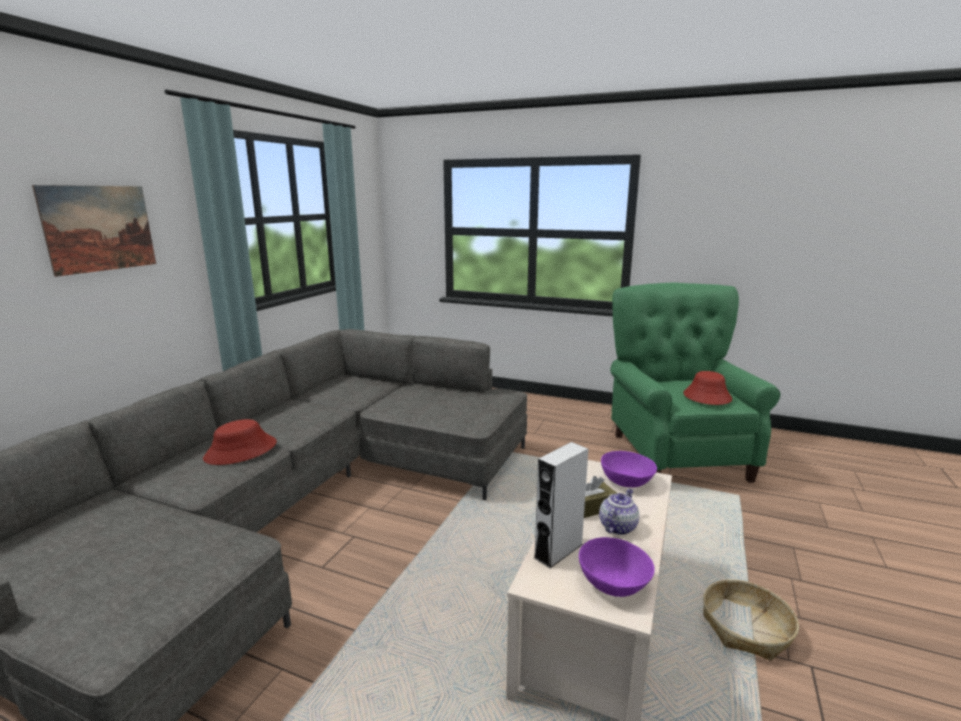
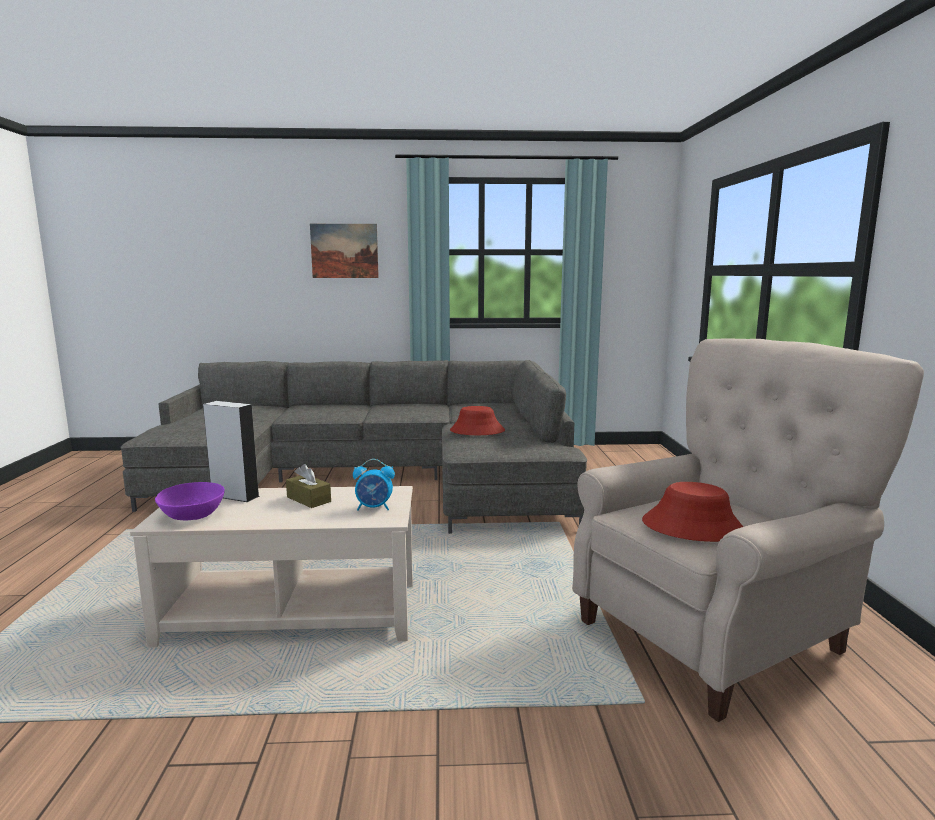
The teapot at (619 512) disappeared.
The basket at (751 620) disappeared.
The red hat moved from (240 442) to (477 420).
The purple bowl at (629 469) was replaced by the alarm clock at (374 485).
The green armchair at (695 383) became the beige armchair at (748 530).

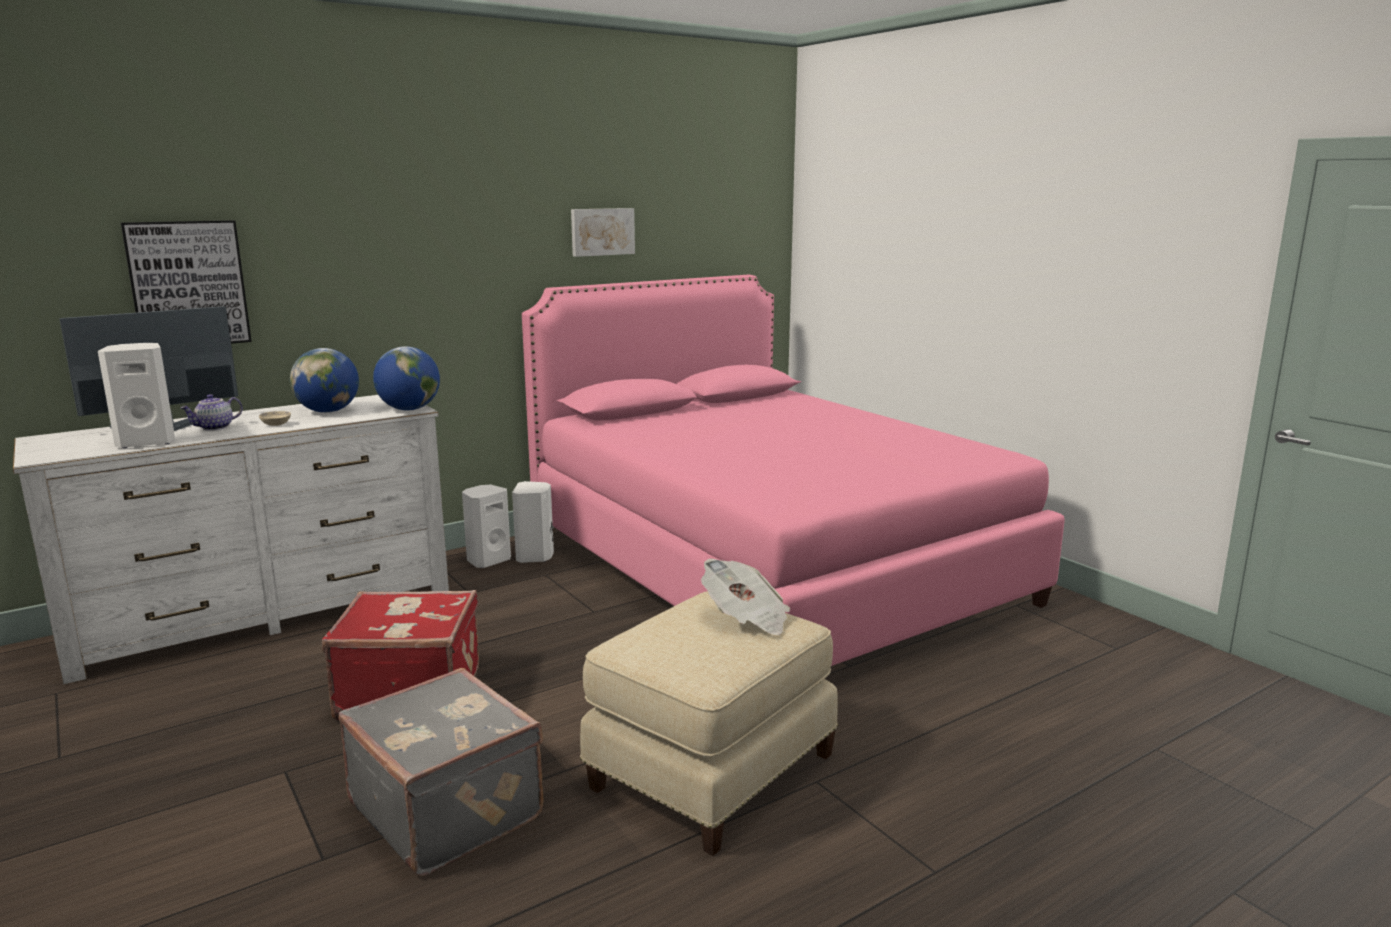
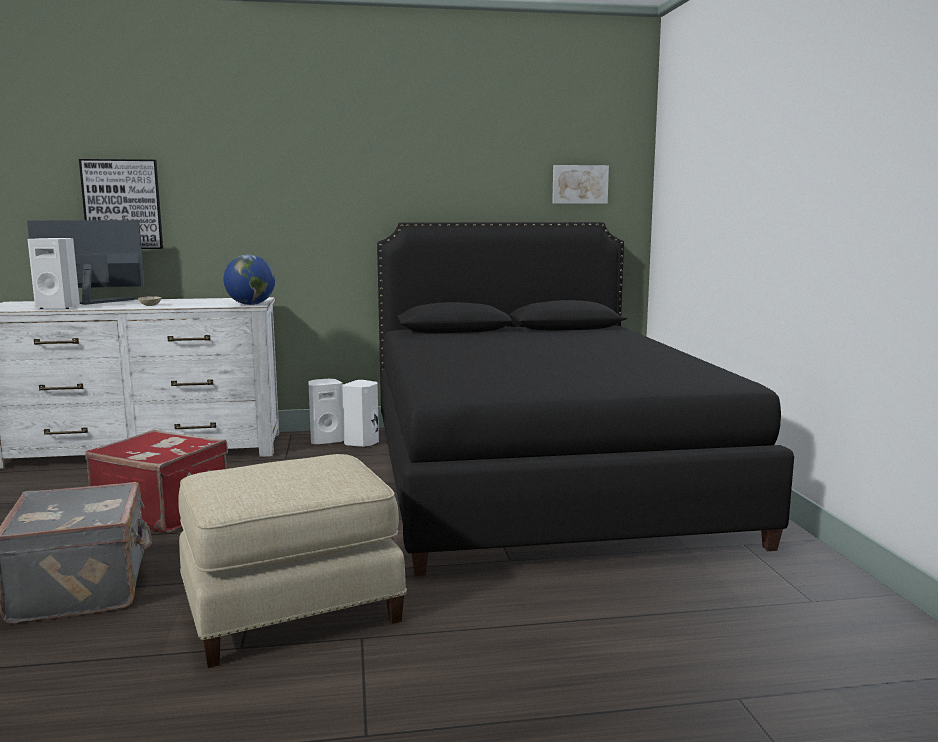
The teapot at (212 412) disappeared.
The globe at (324 380) disappeared.
The newspaper at (745 596) disappeared.
The picture moved from (603 232) to (580 184).
The pink bed at (793 470) became the black bed at (585 399).

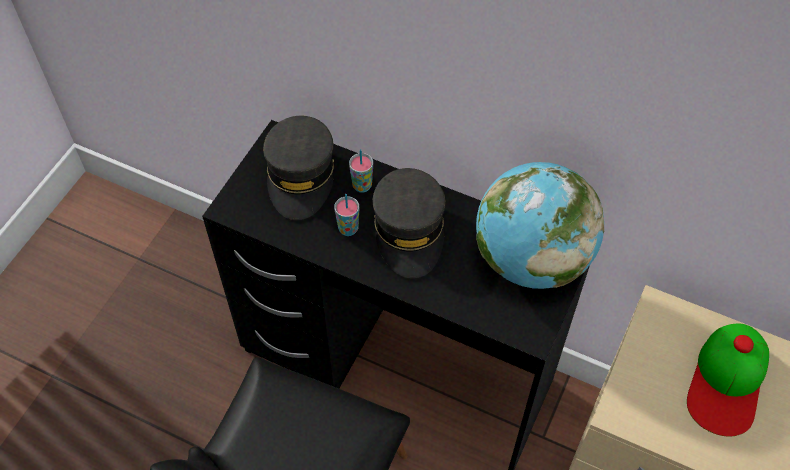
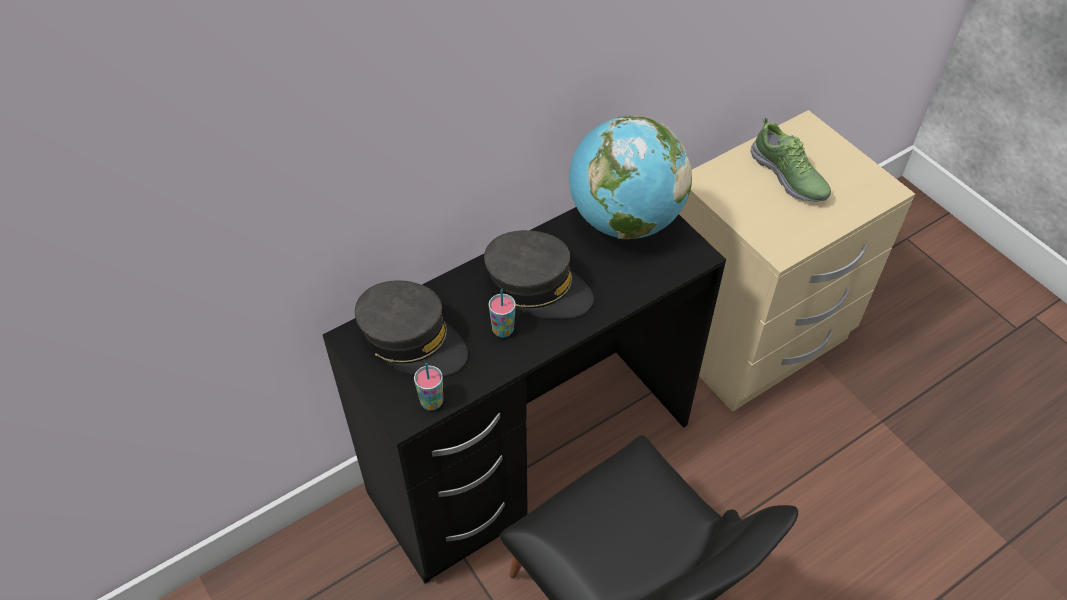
The cup moved from (361 171) to (428 387).
The cap at (728 379) was replaced by the shoe at (791 159).

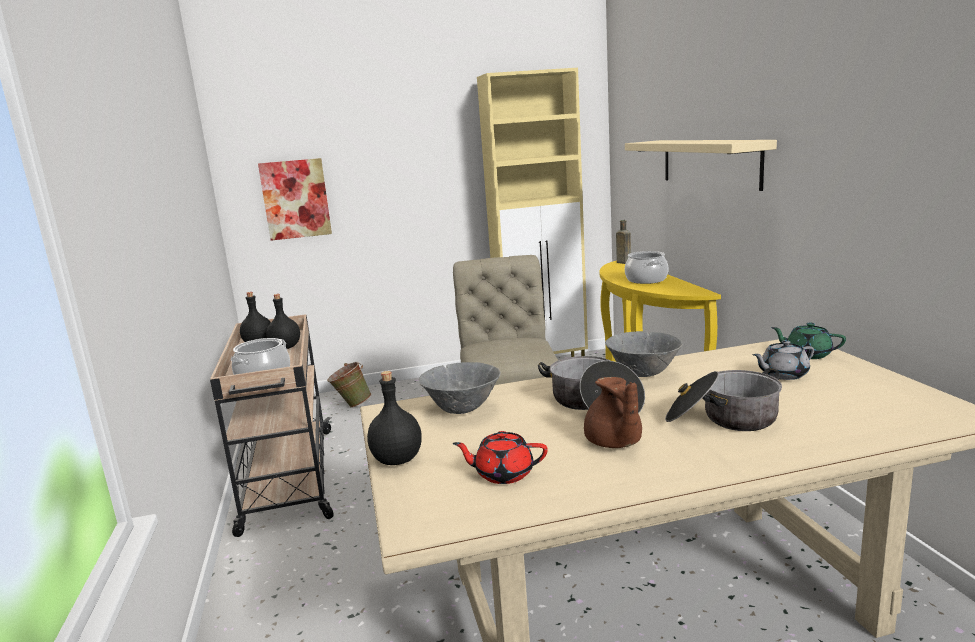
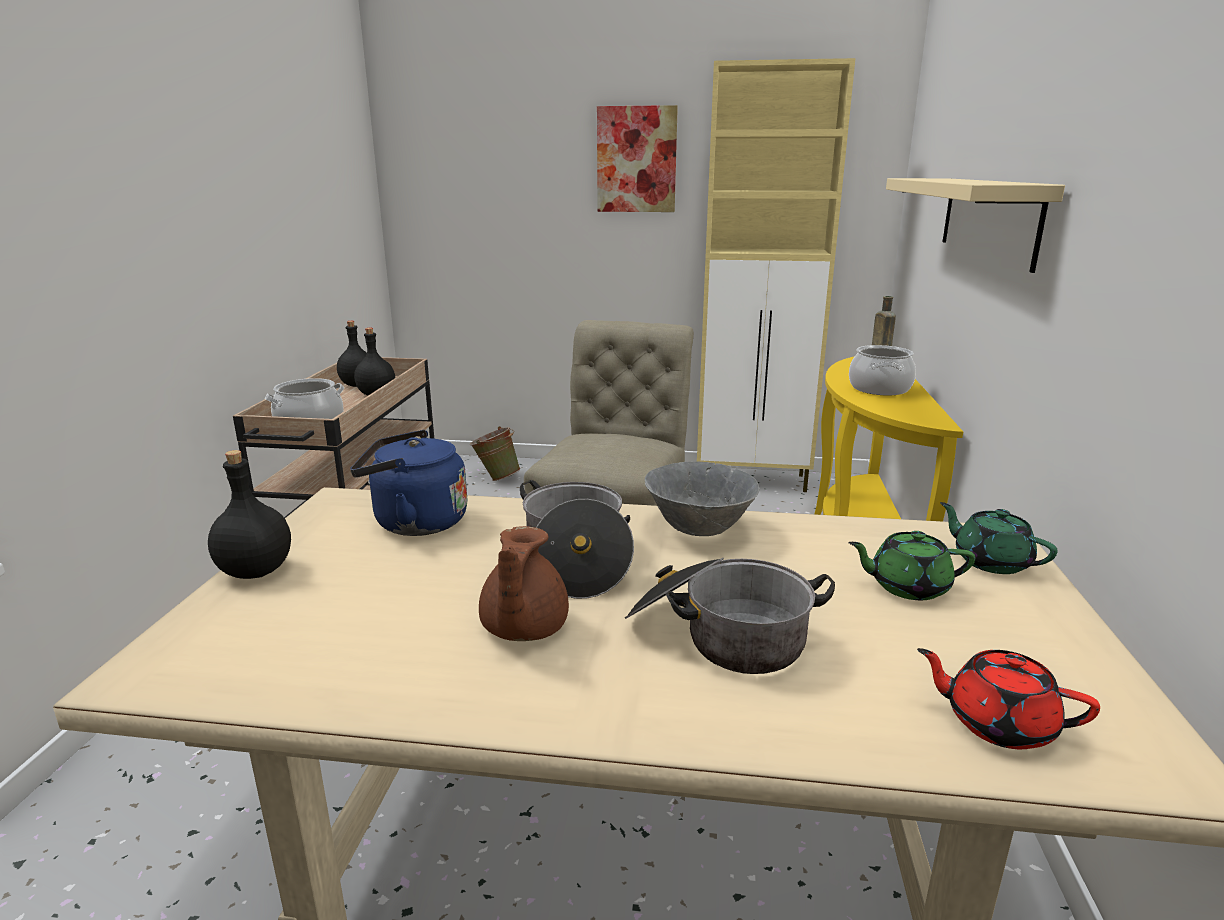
The picture moved from (295 199) to (637 158).
The red teapot moved from (500 457) to (1008 698).
The grey bowl at (460 388) was replaced by the blue kettle at (408 483).
The grey teapot at (783 360) became the green teapot at (911 565).

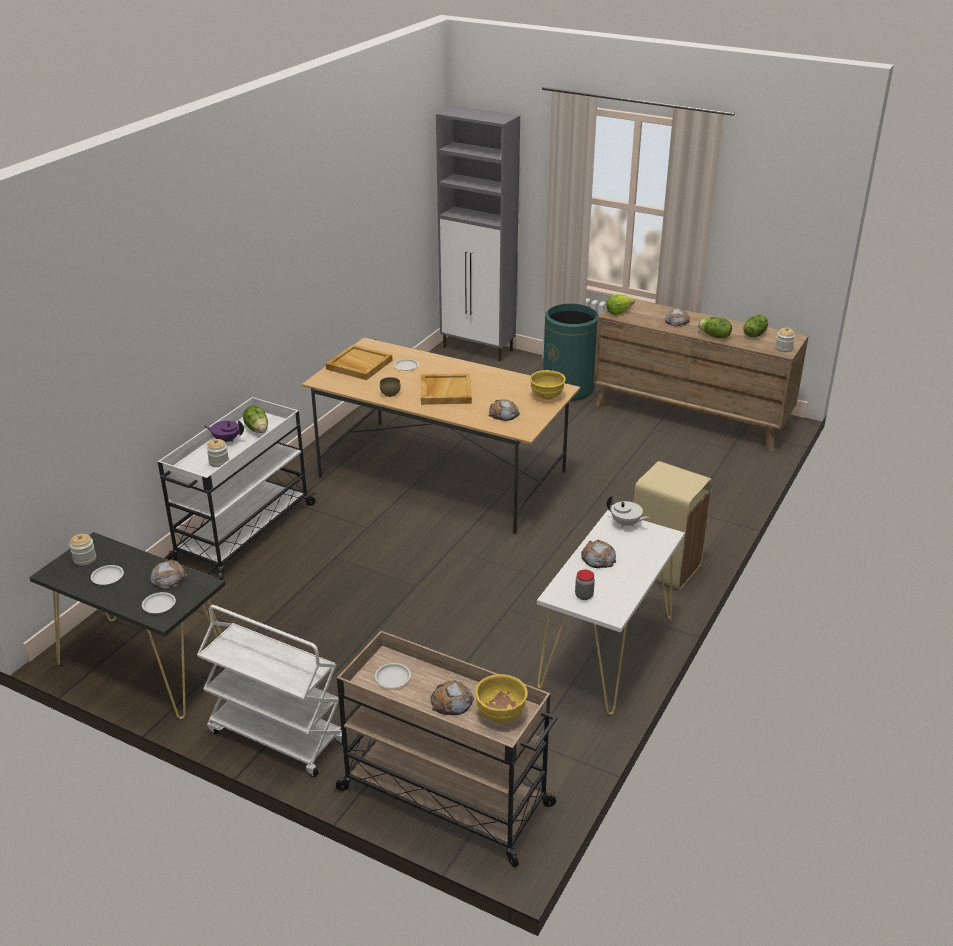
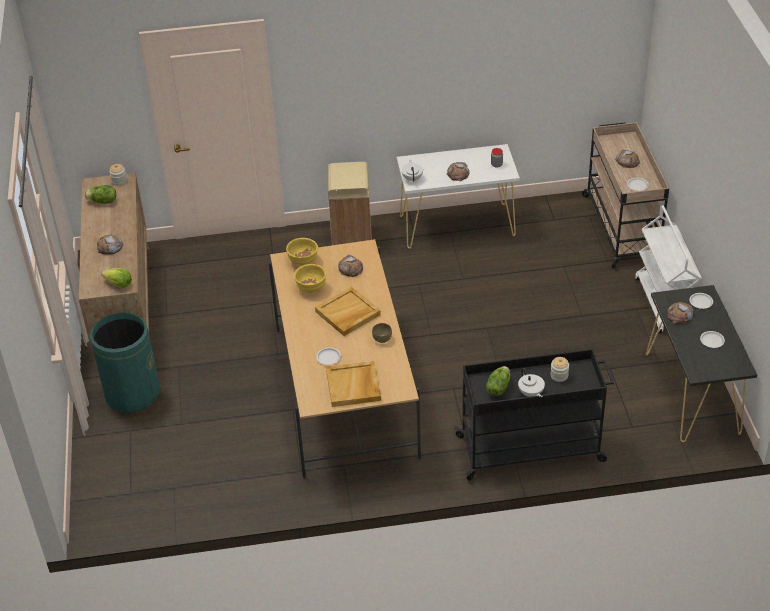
The jar at (82 550) disappeared.
The grey cabinet at (478 233) disappeared.
The lettuce at (715 327) disappeared.
The yellow bowl moved from (501 698) to (310 278).
The white cart at (237 488) became the black cart at (534 415).
The purple teapot at (224 431) became the white teapot at (531 382).

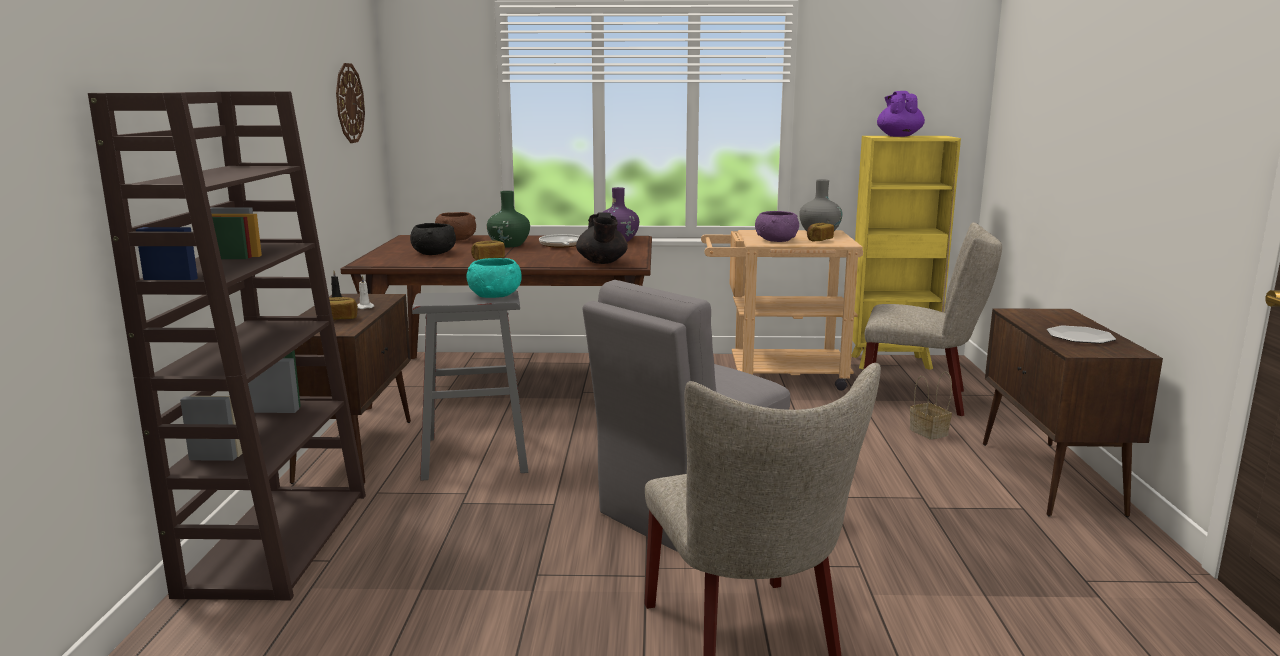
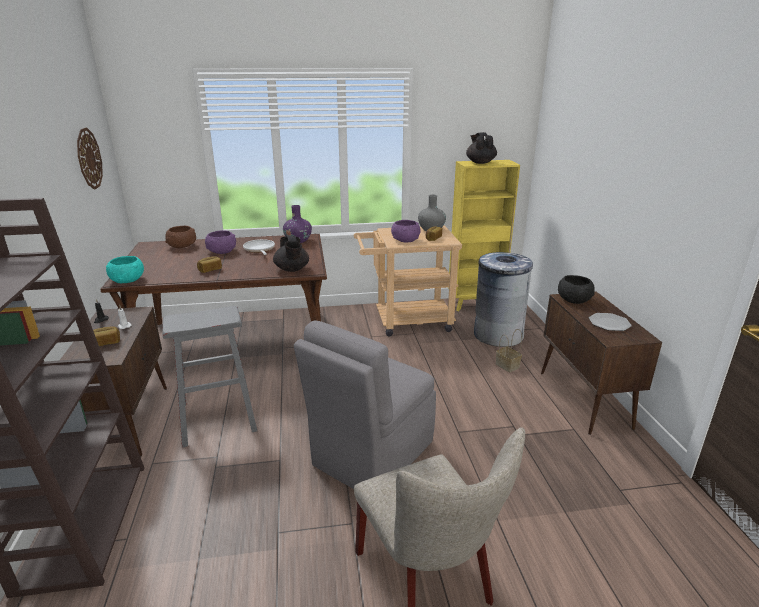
The black bowl moved from (433 239) to (576 289).
The turquoise bowl moved from (494 278) to (125 269).
The green vase at (508 219) was replaced by the purple bowl at (220 242).
The beige chair at (933 319) was replaced by the grey trash can at (503 299).
The purple teapot at (901 114) became the black teapot at (481 148).

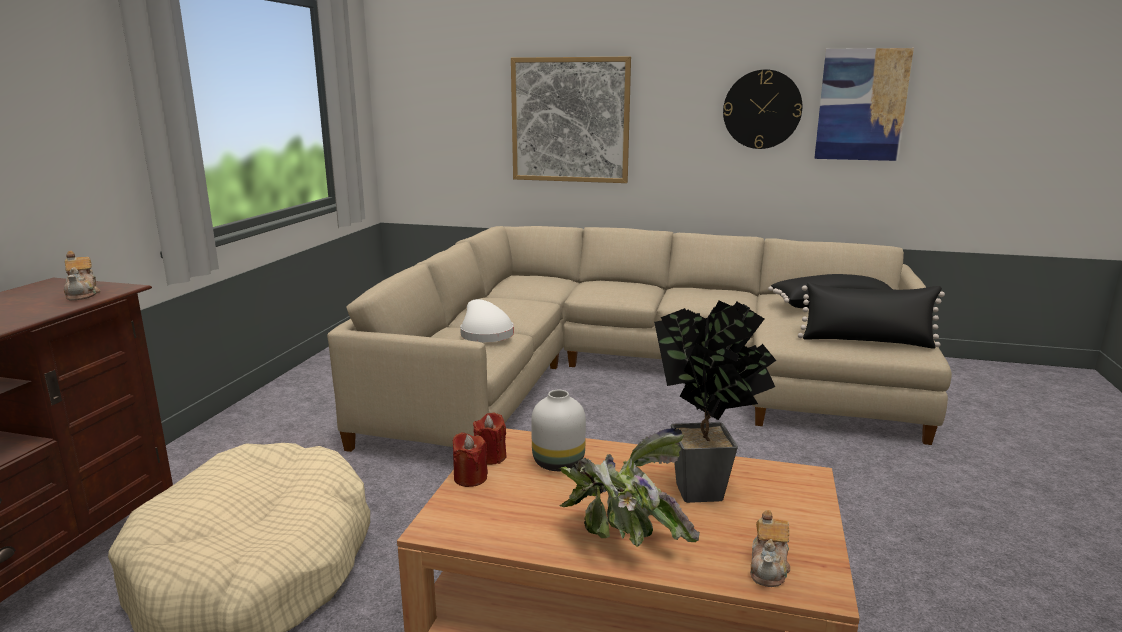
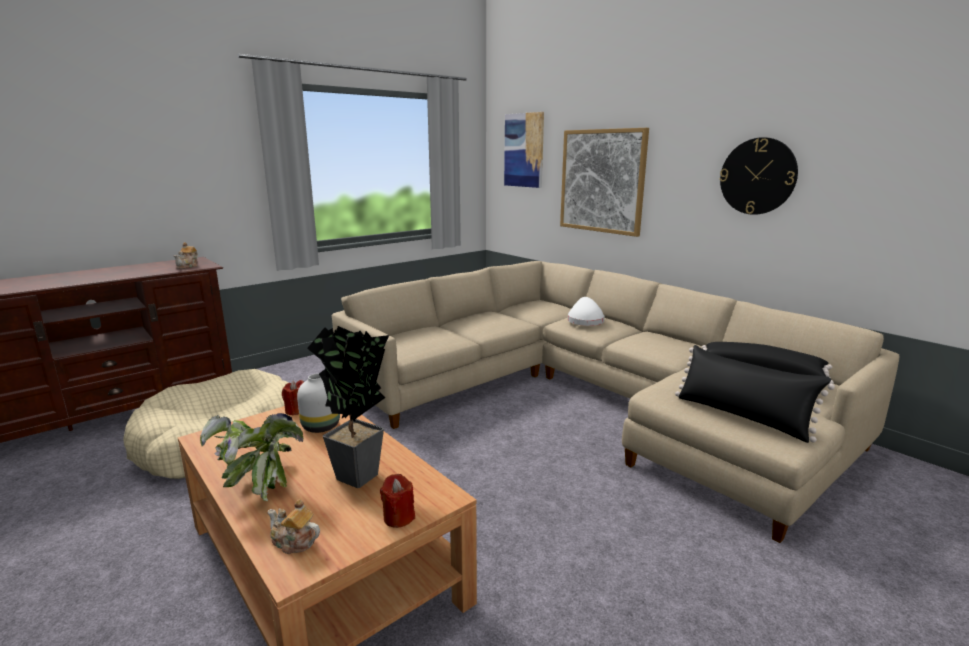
The red candle moved from (470 459) to (397 501).
The white hat moved from (487 320) to (586 311).
The picture moved from (864 104) to (524 150).
The teapot at (770 548) turned 60 degrees clockwise.

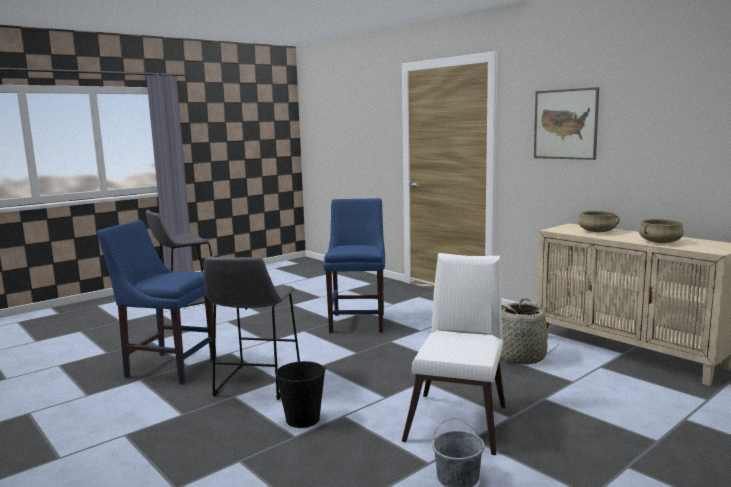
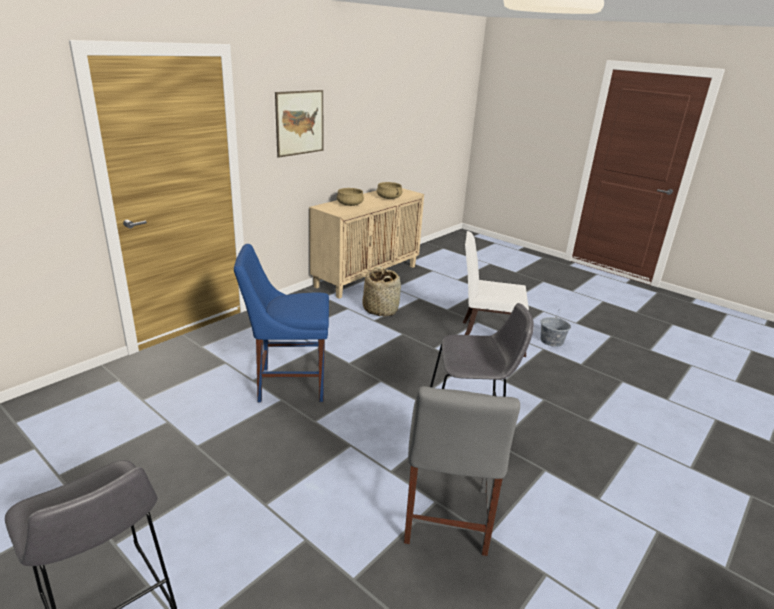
The black bucket at (300 394) disappeared.
The blue chair at (156 302) became the grey chair at (462 471).

